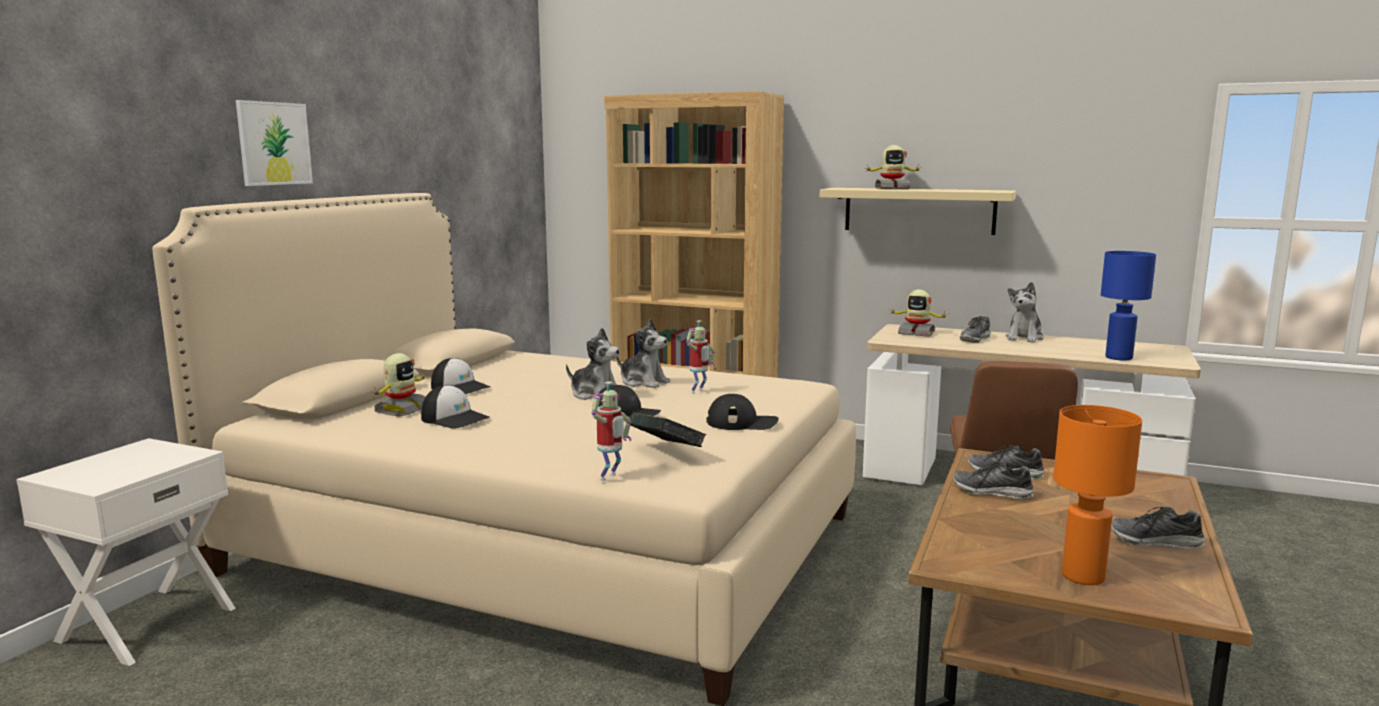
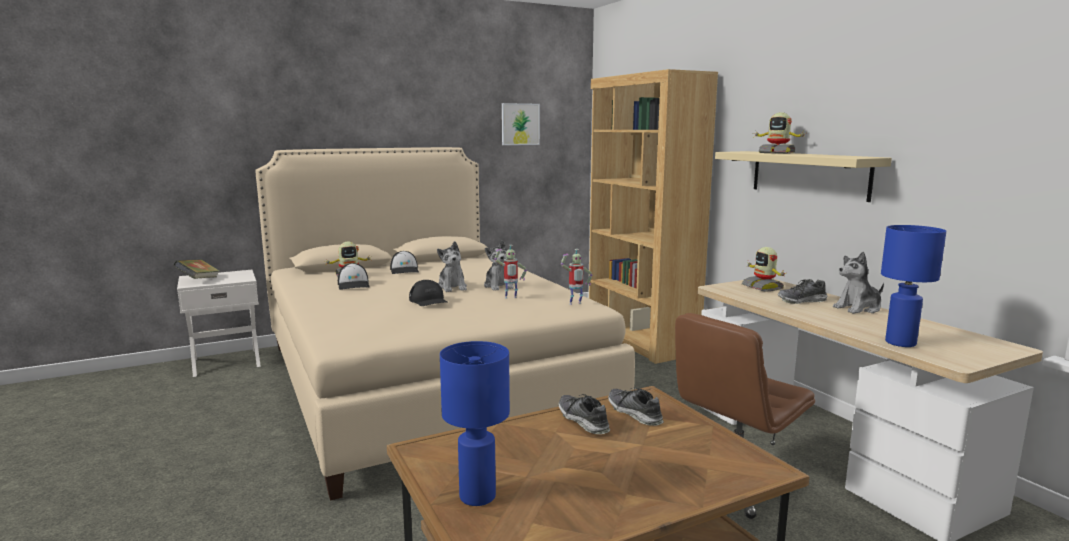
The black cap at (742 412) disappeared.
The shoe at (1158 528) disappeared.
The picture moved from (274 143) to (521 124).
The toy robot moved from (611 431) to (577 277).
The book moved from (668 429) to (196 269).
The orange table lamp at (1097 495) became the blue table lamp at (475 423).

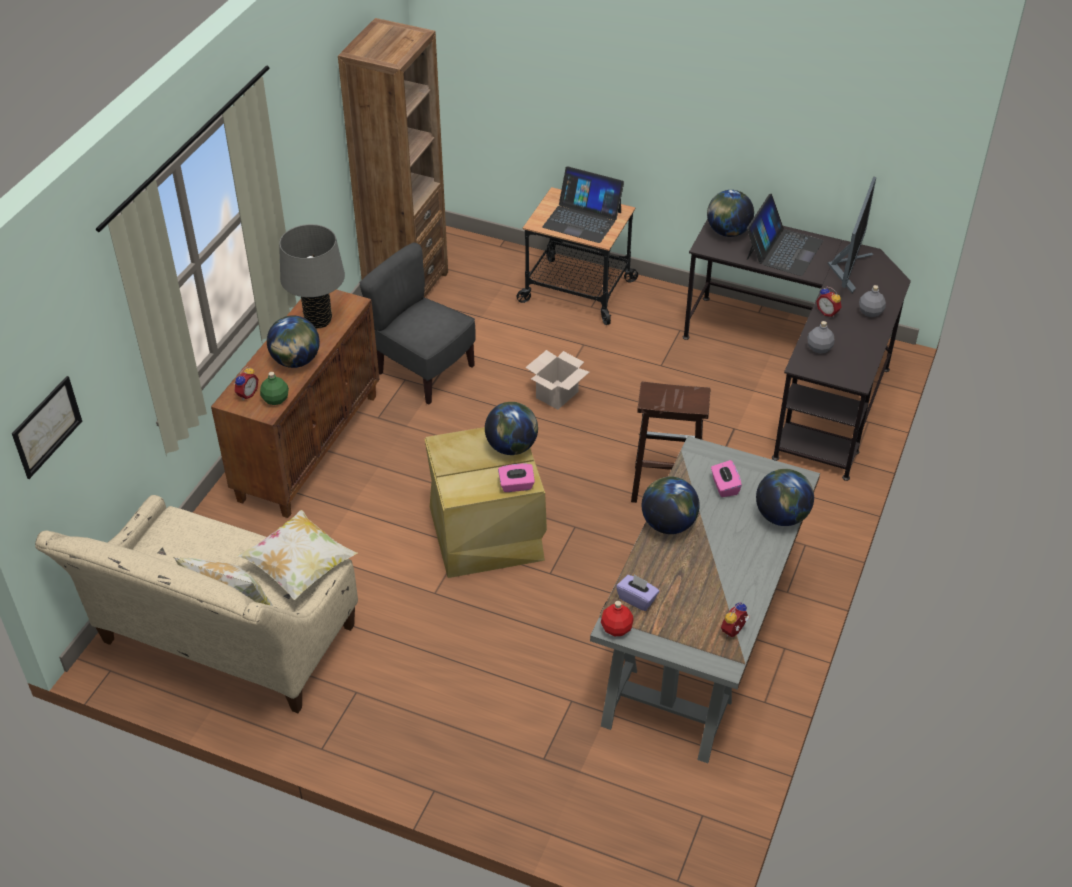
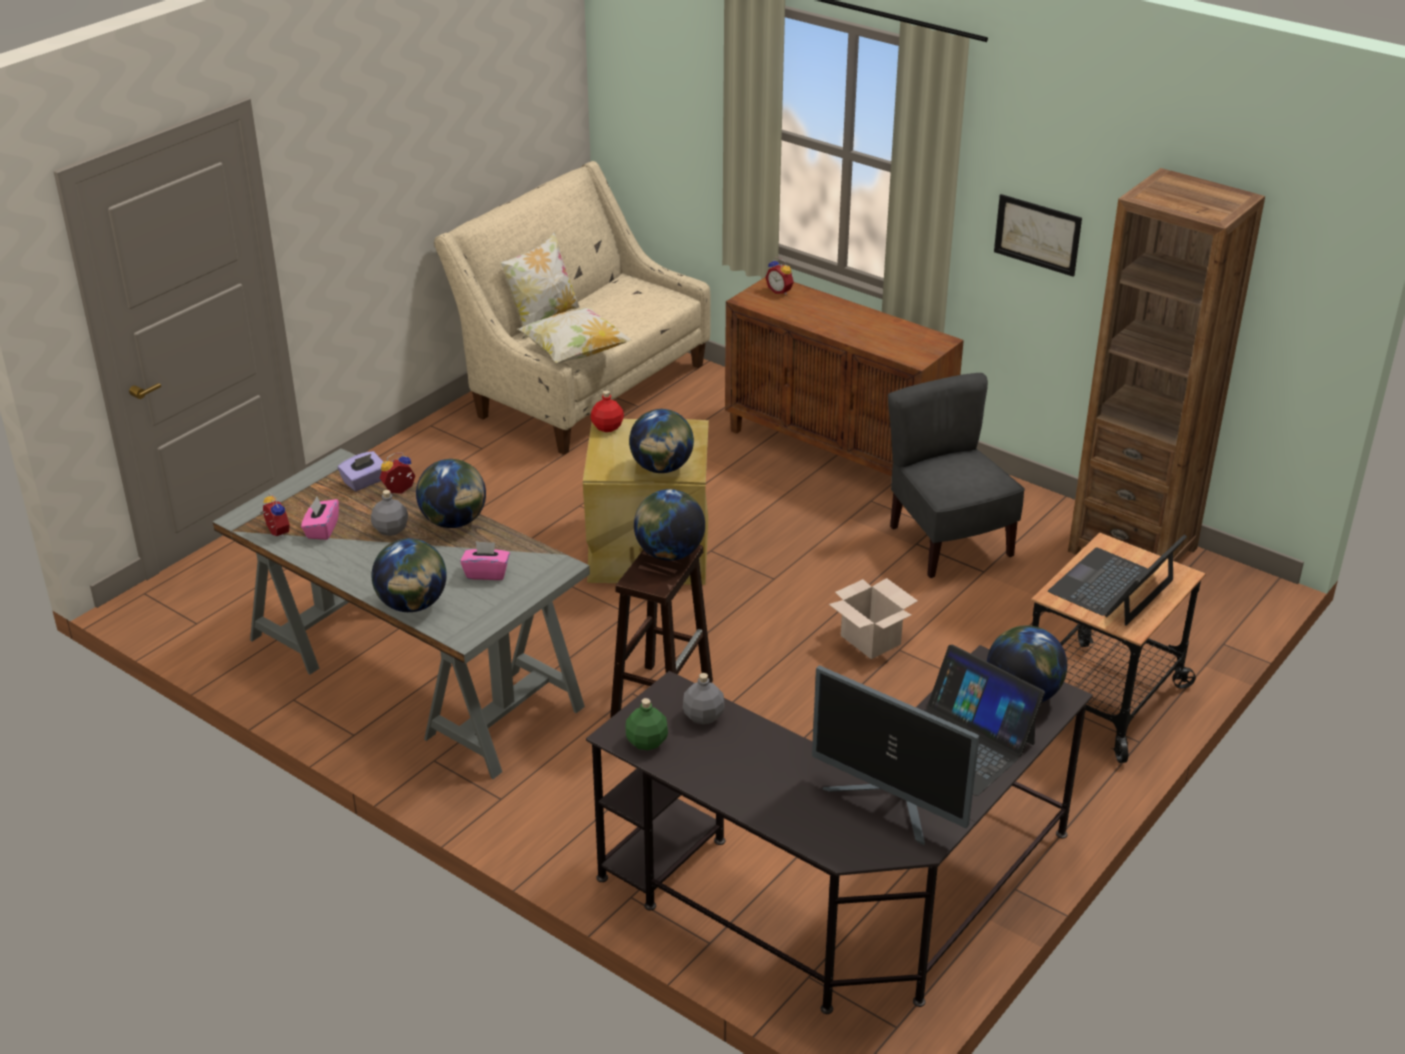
The grey table lamp at (312 276) disappeared.
The picture moved from (47 427) to (1038 235).
The green bottle moved from (274 388) to (646 724).
The globe moved from (293 341) to (669 525).
The pink tissue box moved from (516 478) to (320 518).
The red bottle moved from (617 618) to (607 411).
The alarm clock moved from (829 302) to (397 473).
The grey bottle moved from (872 301) to (389 513).
The grey chair at (418 323) turned 75 degrees counterclockwise.

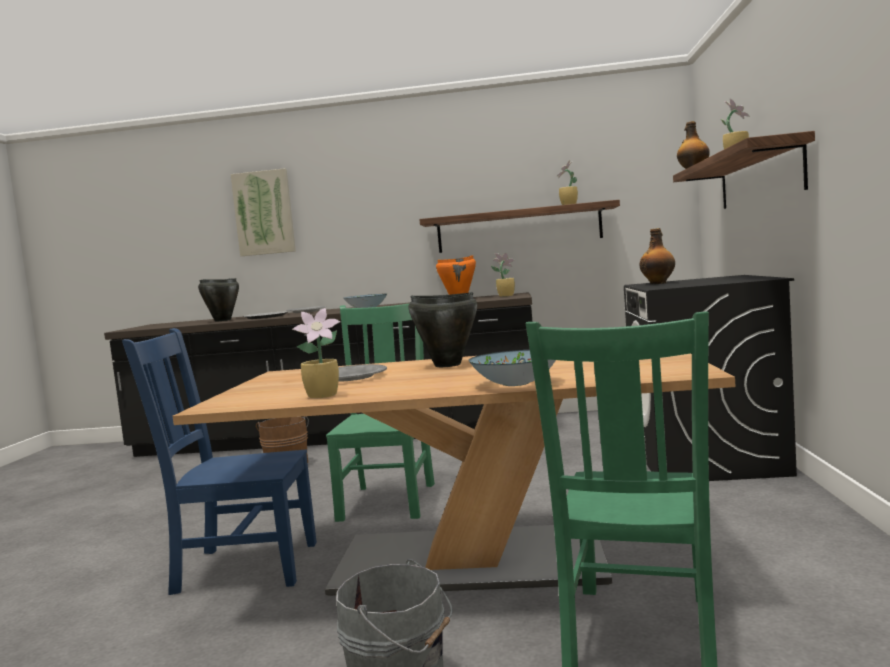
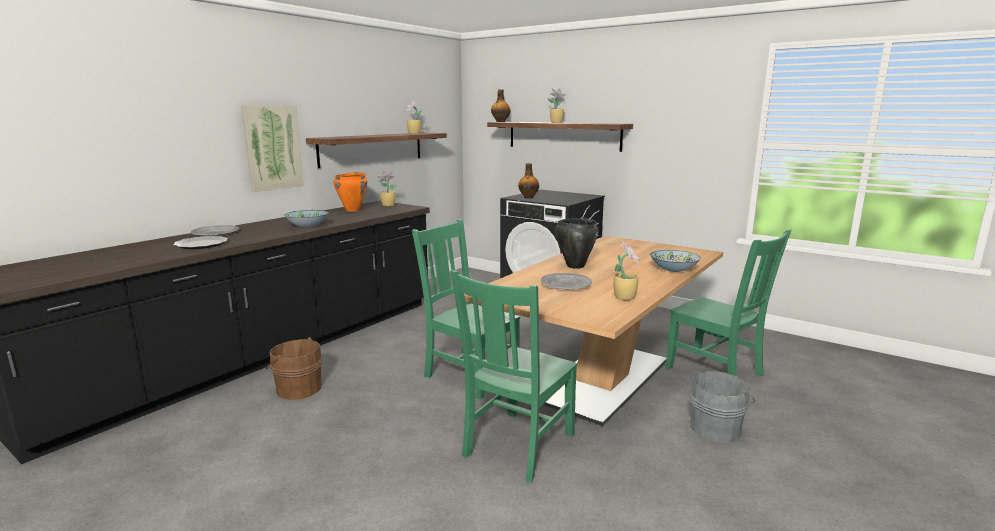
The black cooking pot at (218 300) disappeared.
The picture moved from (263 212) to (272 148).
The blue chair at (219 461) became the green chair at (513 376).

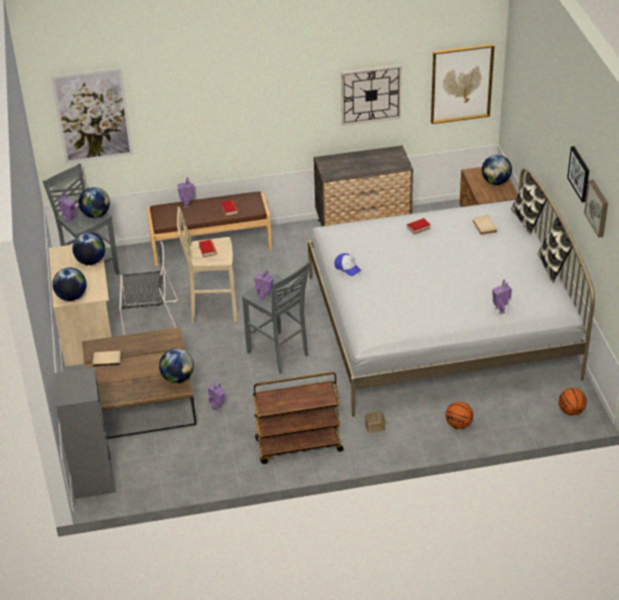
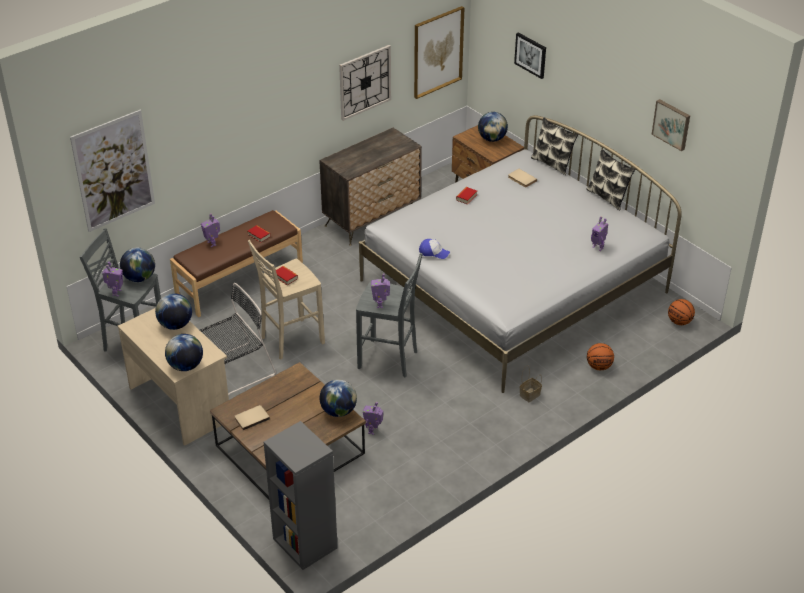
The brown cart at (298 418) disappeared.
The picture moved from (578 174) to (530 55).

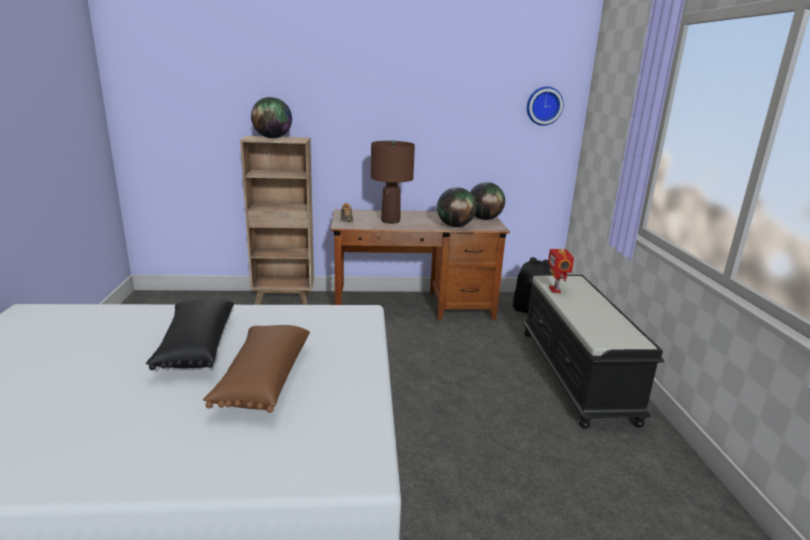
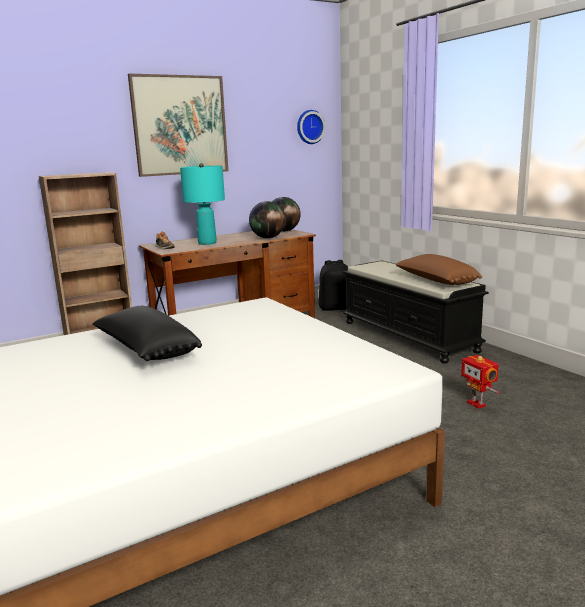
The globe at (271 117) disappeared.
The picture at (178 125) appeared.
The brown pillow moved from (256 369) to (438 269).
The toy robot moved from (561 271) to (480 382).
The brown table lamp at (393 182) became the turquoise table lamp at (202 204).

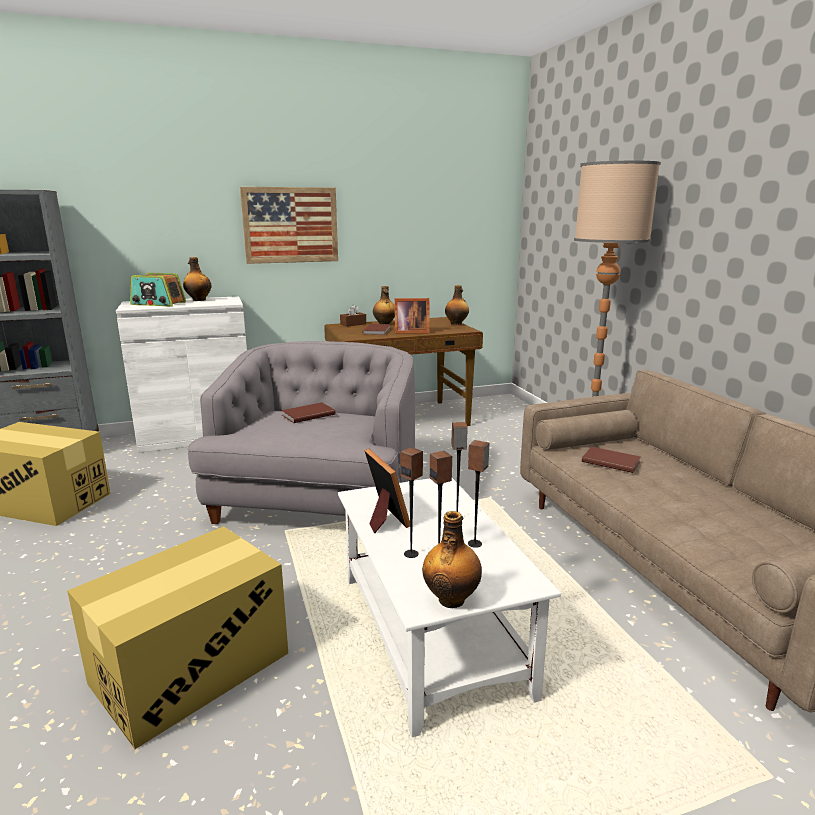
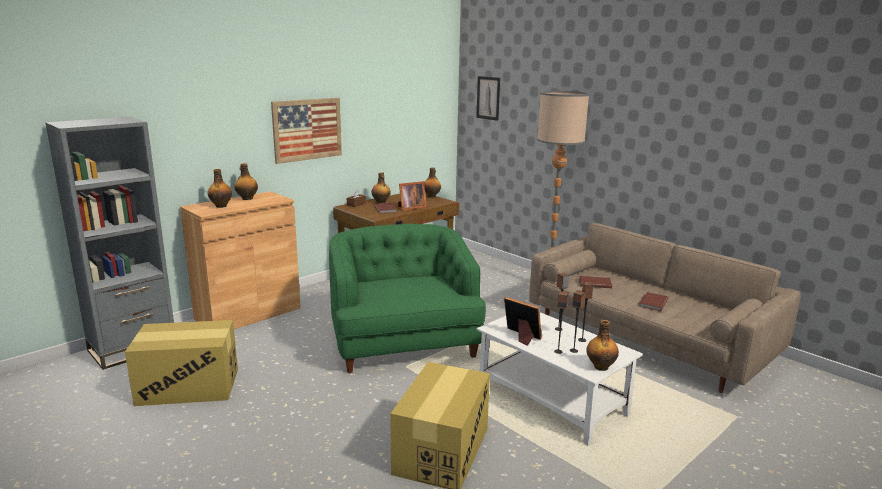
The picture at (488 98) appeared.
The brown book moved from (308 413) to (654 301).
The radio at (158 289) was replaced by the bottle at (220 188).
The white cabinet at (181 374) became the brown cabinet at (240 260).
The grey armchair at (301 432) became the green armchair at (407 298).

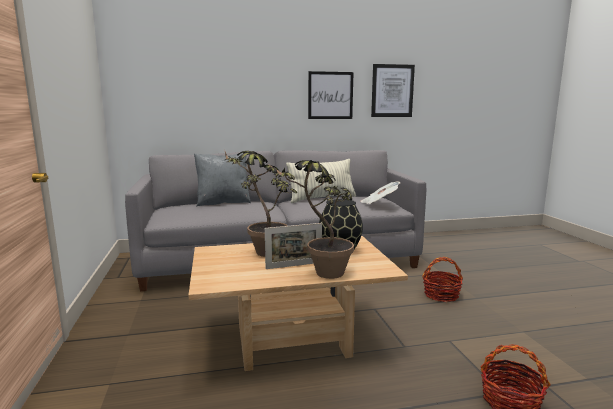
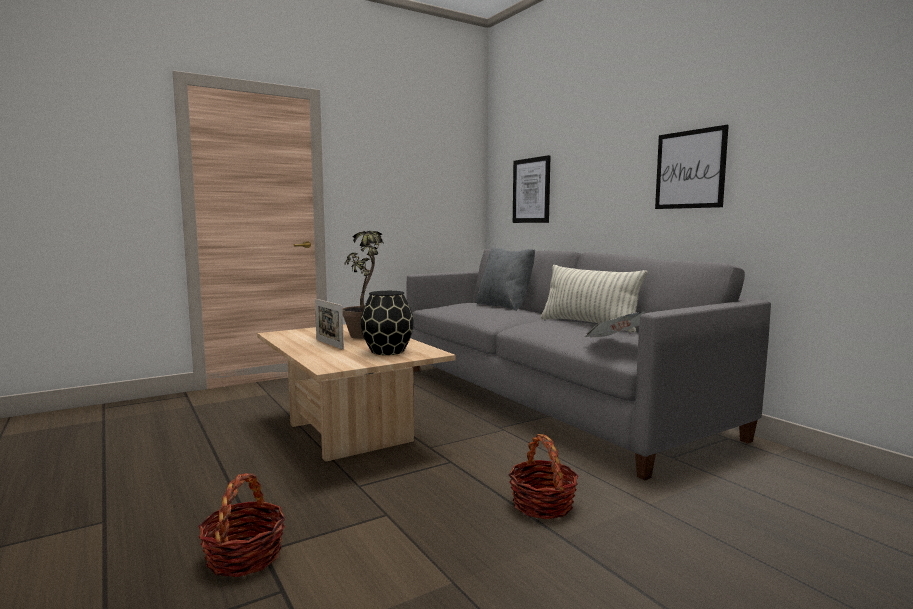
The potted plant at (312 219) disappeared.
The picture moved from (393 90) to (531 189).

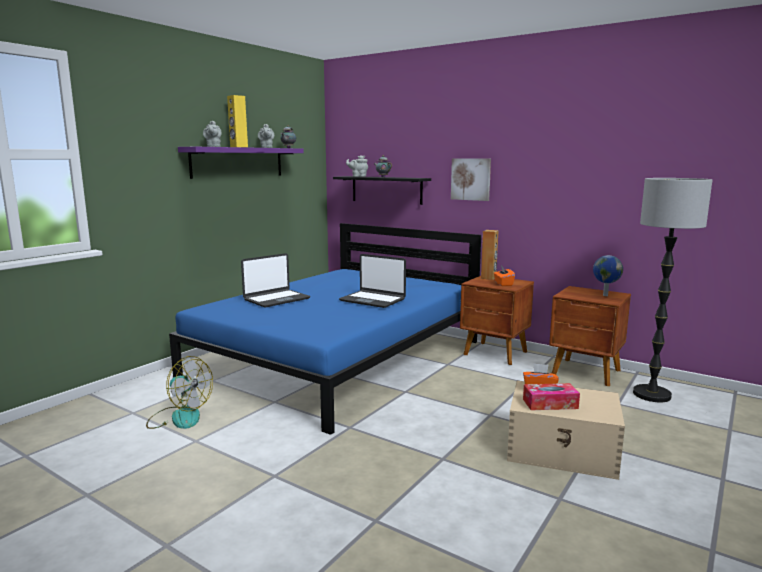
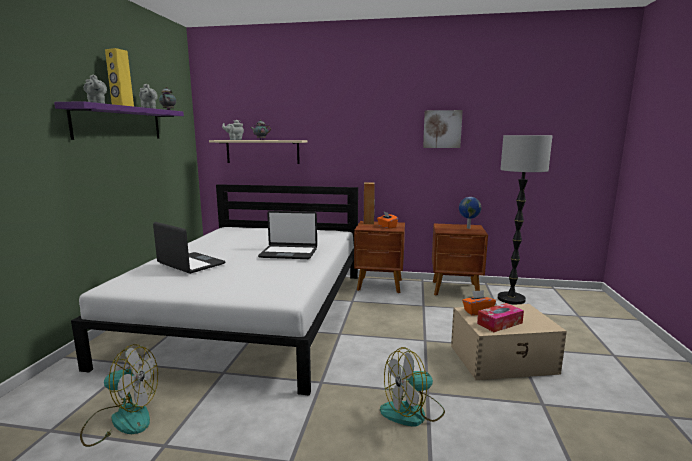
The fan at (412 387) appeared.
The picture moved from (471 180) to (443 129).
The blue bed at (325 329) became the white bed at (214 290).
The black shelf at (382 190) became the beige shelf at (258 152).
The laptop at (275 280) turned 75 degrees counterclockwise.

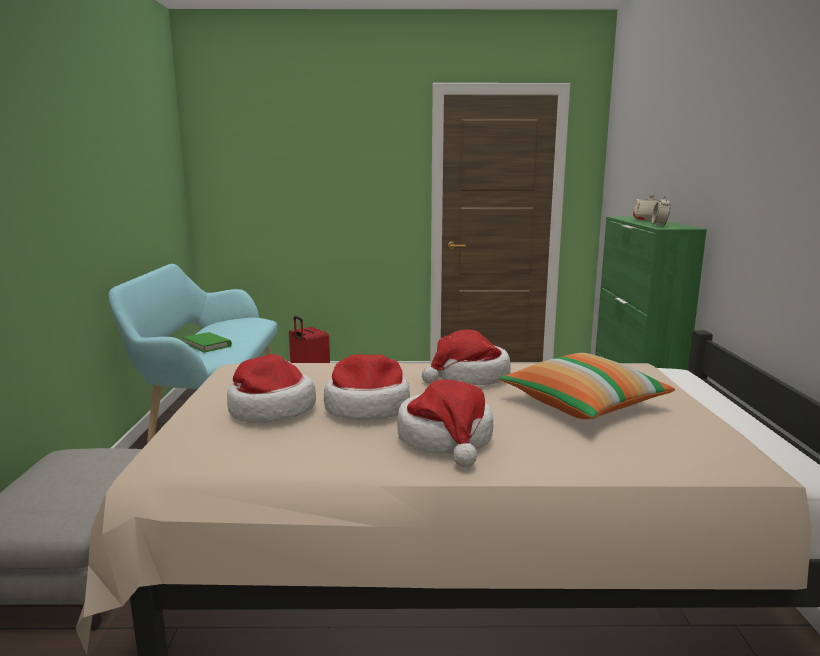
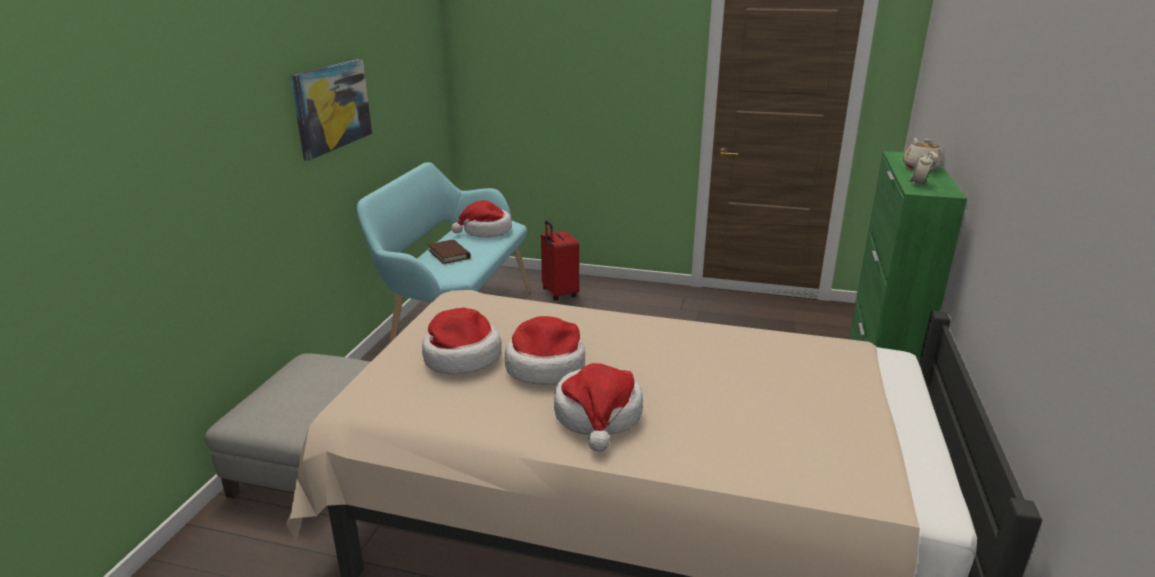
The pillow at (587 386) disappeared.
The picture at (331 110) appeared.
The hat moved from (466 358) to (482 218).
The green book at (207 342) became the brown book at (449 251).

